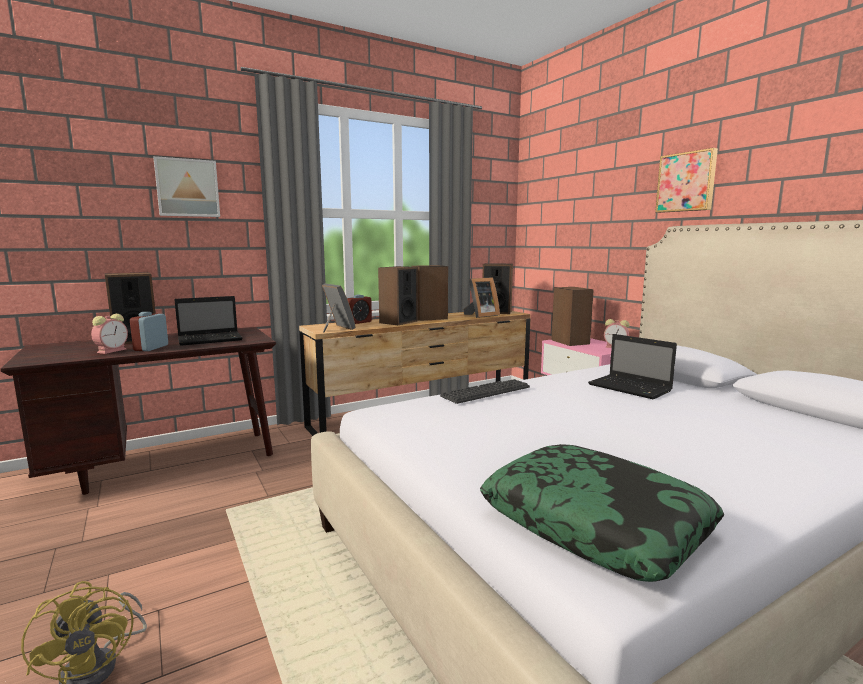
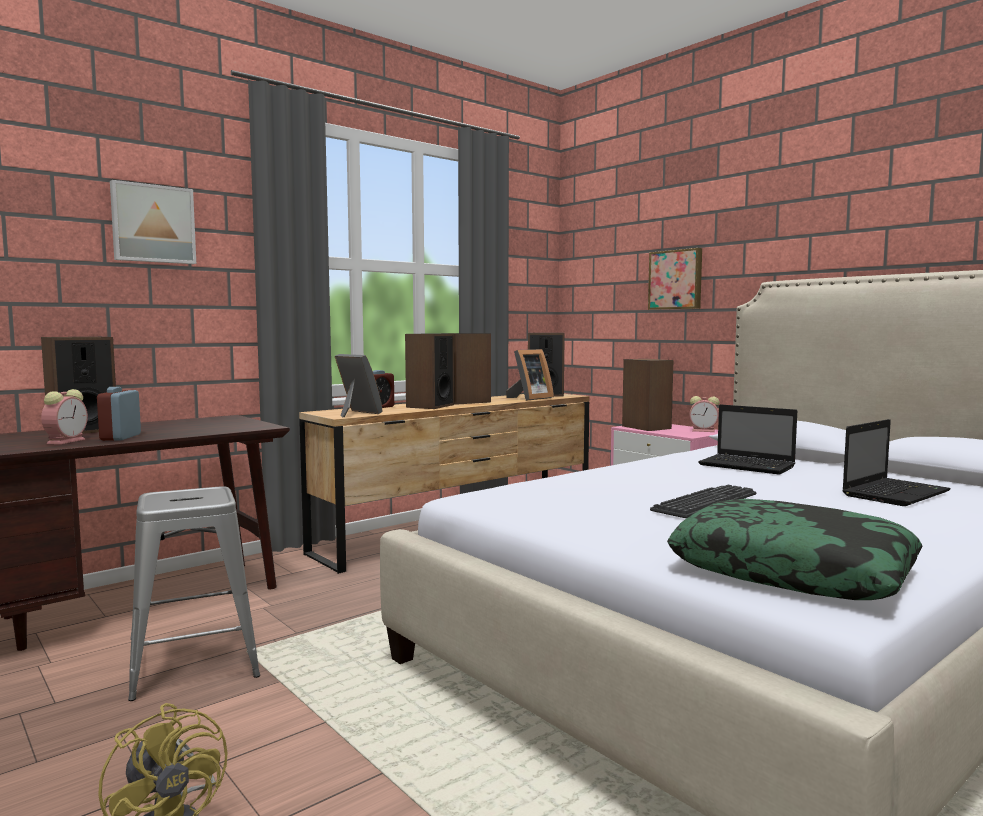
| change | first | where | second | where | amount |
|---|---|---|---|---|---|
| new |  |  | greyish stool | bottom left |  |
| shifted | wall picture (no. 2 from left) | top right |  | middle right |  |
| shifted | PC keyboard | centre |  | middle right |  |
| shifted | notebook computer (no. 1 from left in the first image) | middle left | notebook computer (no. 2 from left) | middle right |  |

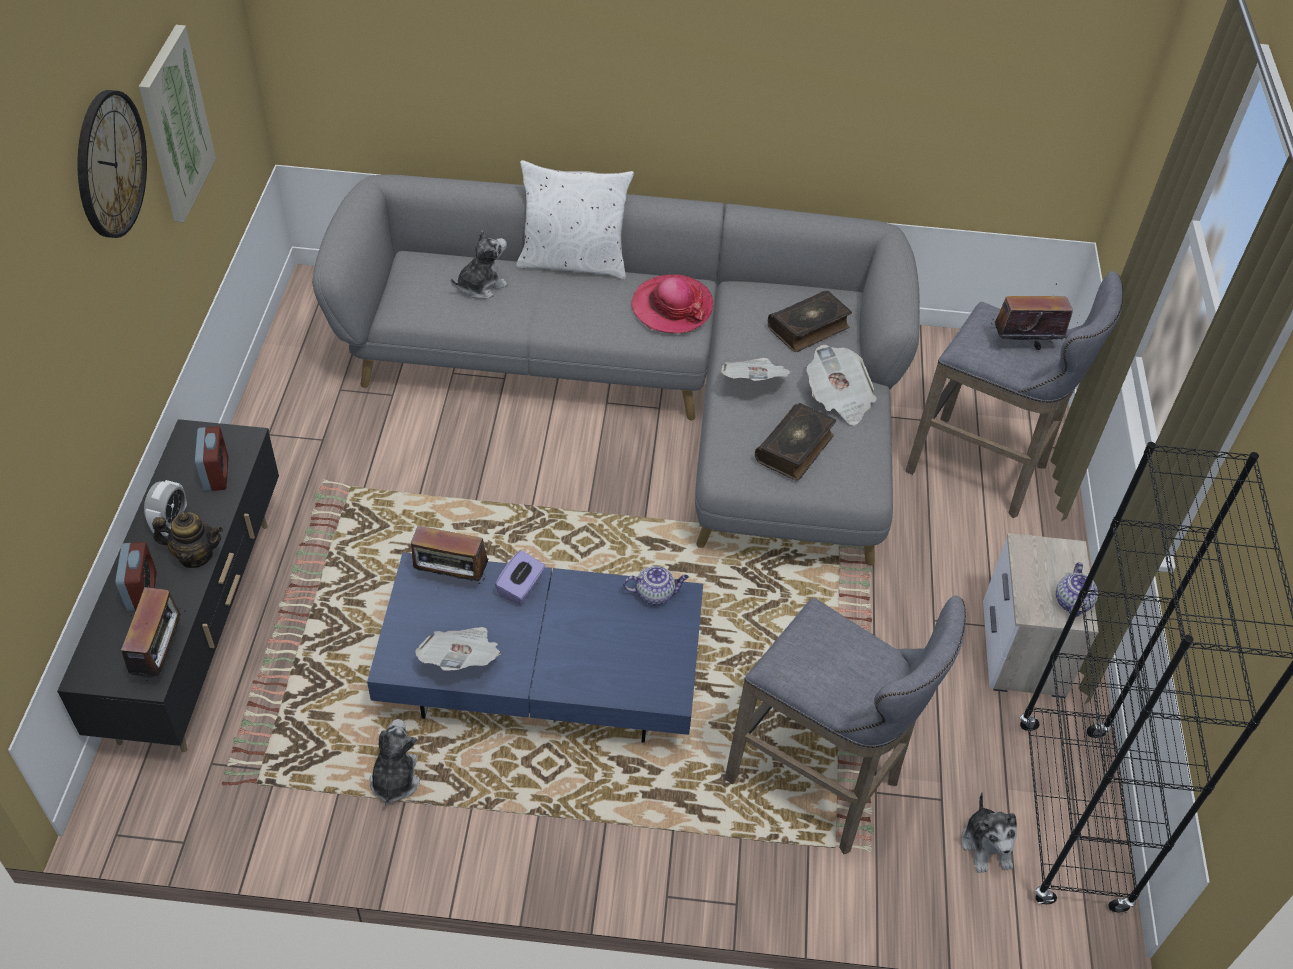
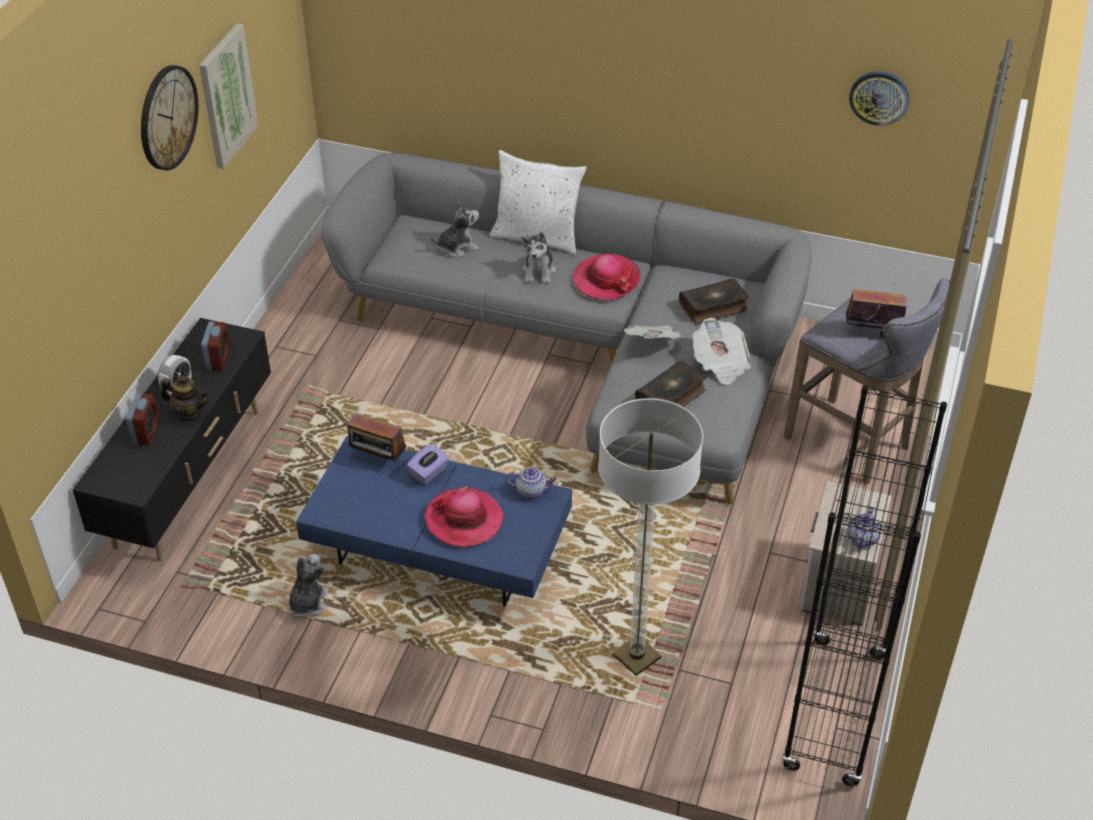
| change | first | where | second | where | amount |
|---|---|---|---|---|---|
| new |  |  | hat (no. 1 from left) | centre |  |
| shifted | plush toy (no. 3 from left) | bottom right |  | top centre |  |
| swapped | greyish stool (no. 1 from left) | bottom centre | standard lamp | centre |  |
| new |  |  | hanging clock (no. 2 from left) | top right |  |
| gone | radio receiver (no. 1 from left) | middle left |  |  |  |
| gone | daily paper (no. 1 from left) | bottom centre |  |  |  |

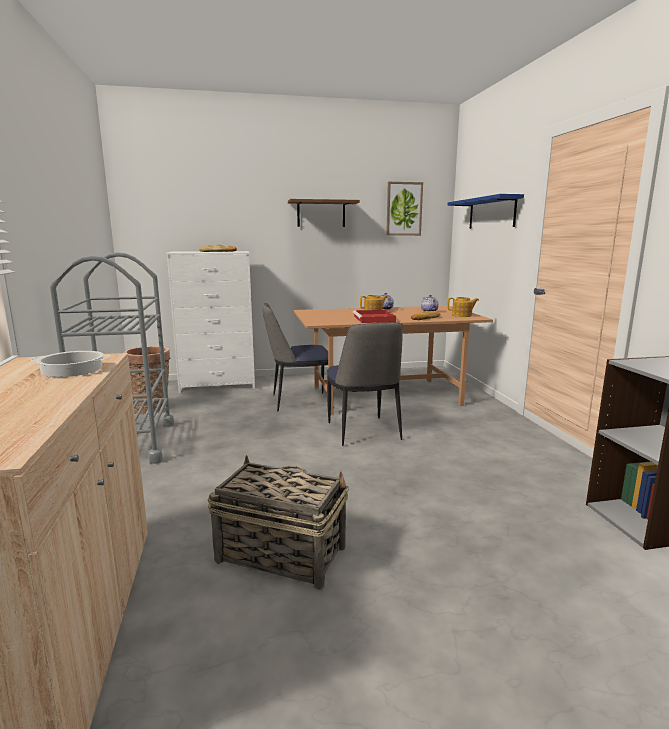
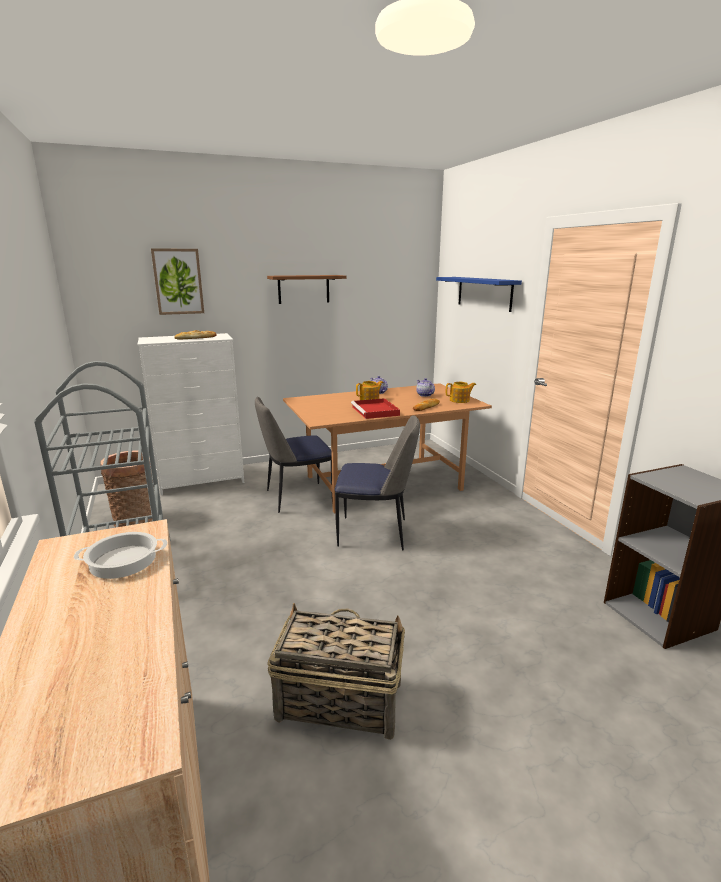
| change | first | where | second | where | amount |
|---|---|---|---|---|---|
| shifted | wall picture | top centre |  | top left |  |
| rotated | upright chair (no. 2 from left) | centre |  | centre | 60 degrees counterclockwise |

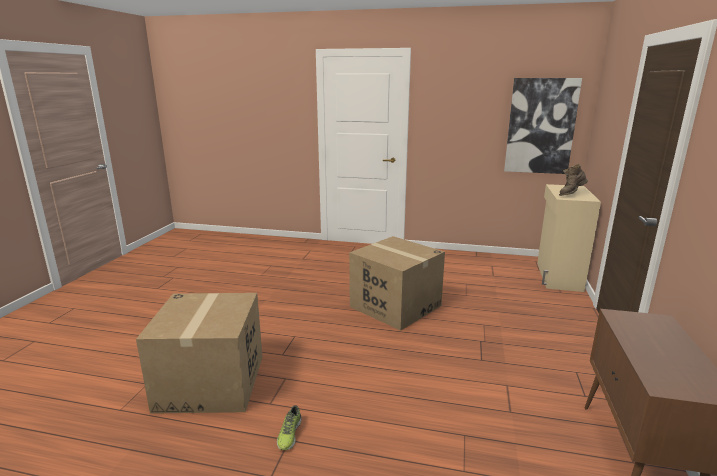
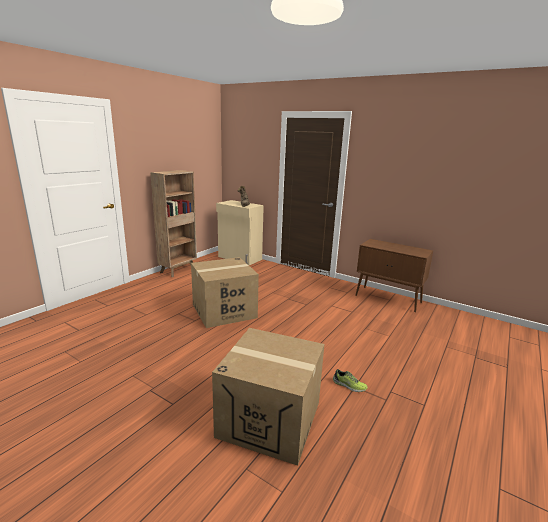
| change | first | where | second | where | amount |
|---|---|---|---|---|---|
| new |  |  | brown-coloured shelving unit | middle left |  |
| gone | wall picture | top right |  |  |  |

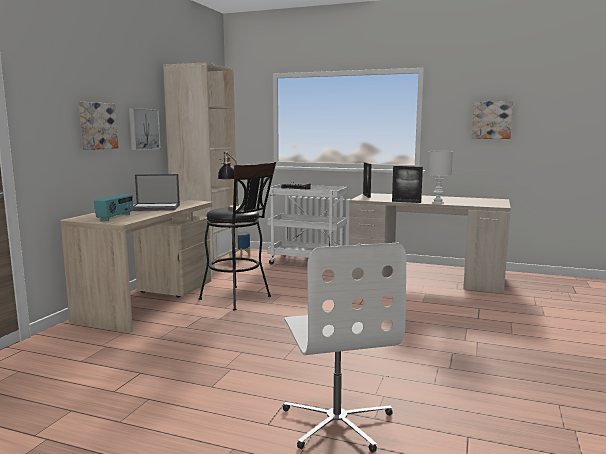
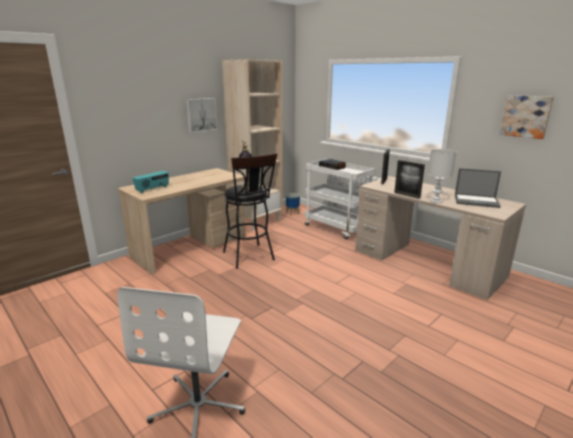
| change | first | where | second | where | amount |
|---|---|---|---|---|---|
| shifted | notebook computer | middle left |  | middle right |  |
| gone | wall picture (no. 1 from left) | top left |  |  |  |

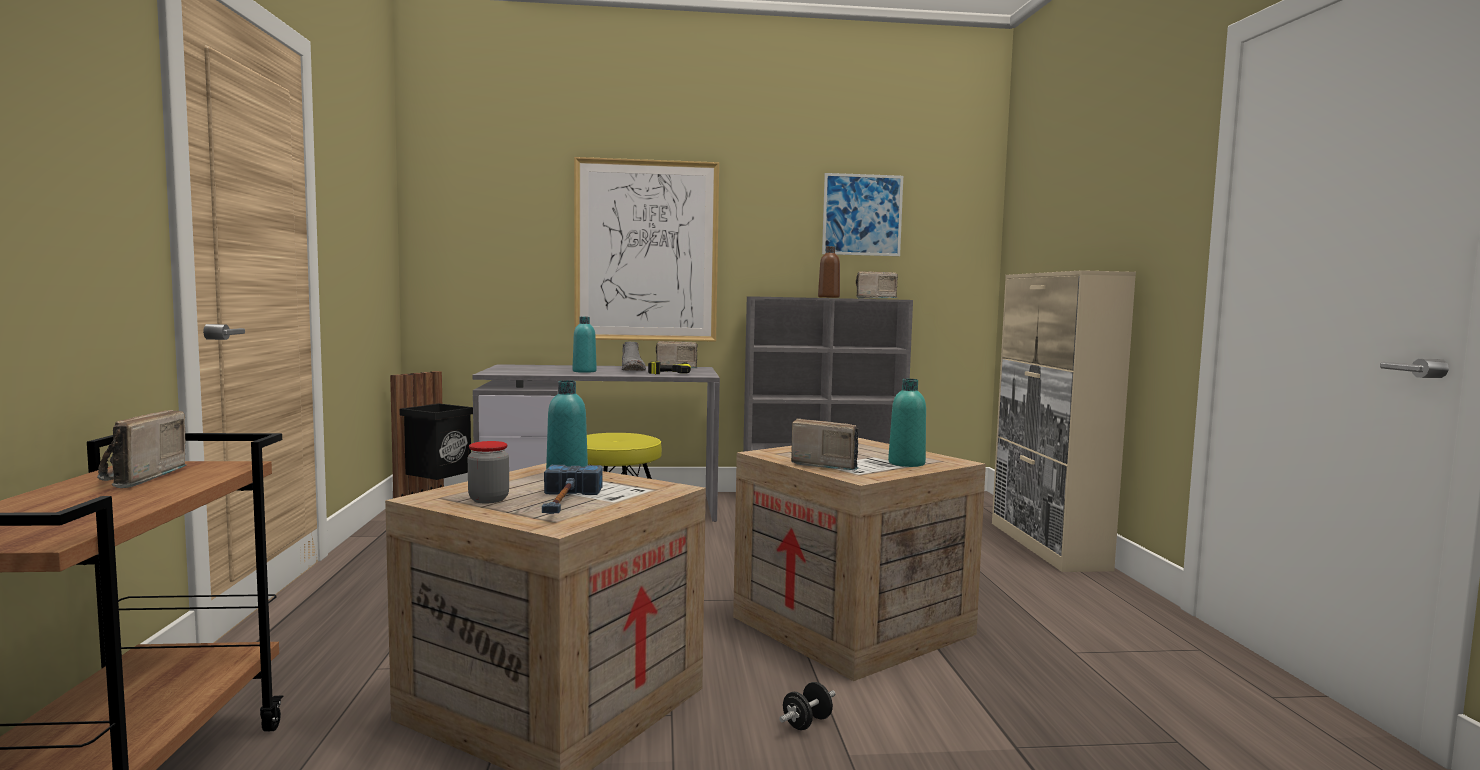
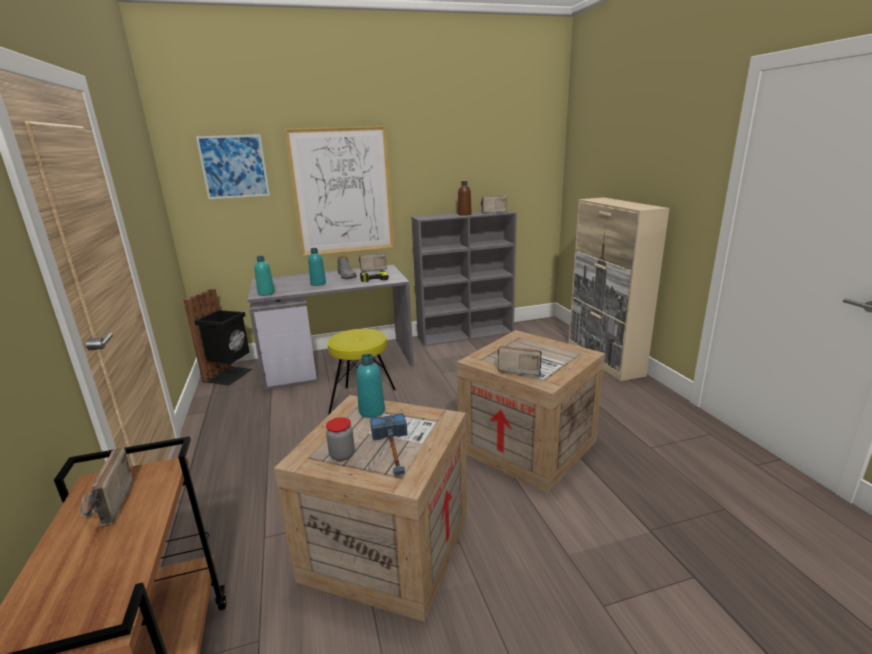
| change | first | where | second | where | amount |
|---|---|---|---|---|---|
| shifted | wall picture (no. 2 from left in the first image) | top centre | wall picture (no. 1 from left) | top left |  |
| shifted | turquoise drink bottle (no. 3 from left in the first image) | centre | turquoise drink bottle (no. 1 from left) | middle left |  |
| gone | blackish hand weight | bottom centre |  |  |  |

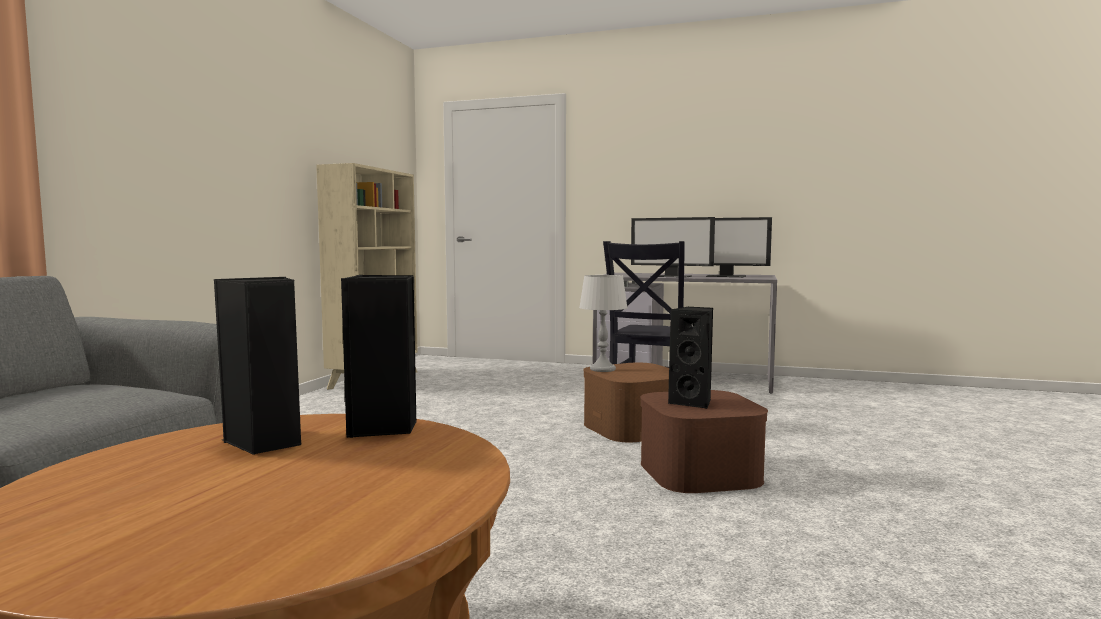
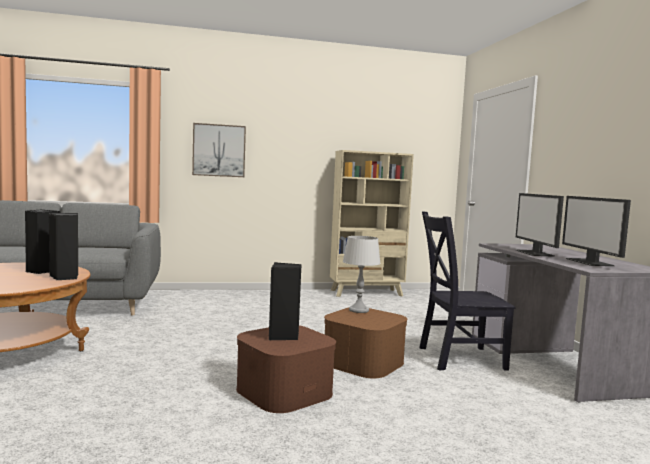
| change | first | where | second | where | amount |
|---|---|---|---|---|---|
| new |  |  | wall picture | top centre |  |

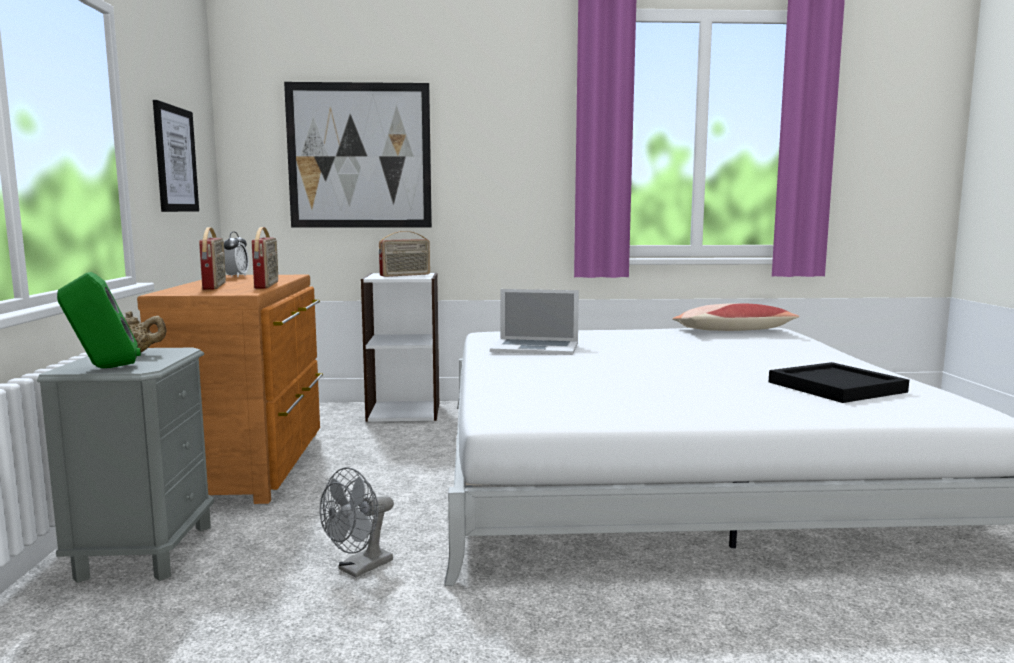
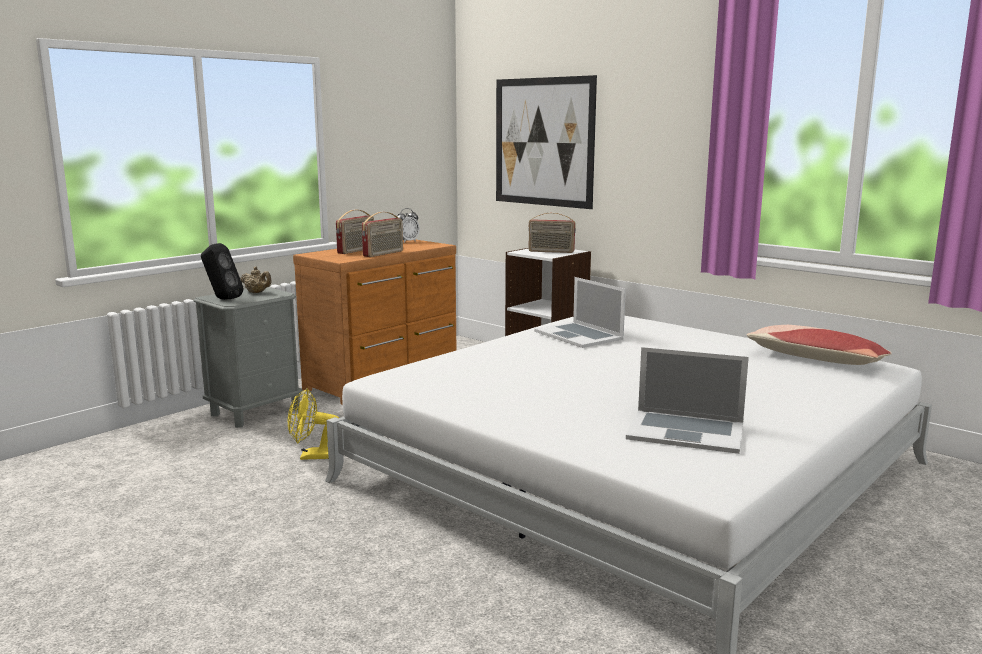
| change | first | where | second | where | amount |
|---|---|---|---|---|---|
| repainted | green-coloured speaker | middle left | blackish speaker | middle left |  |
| repainted | greyish fan | bottom centre | yellow-coloured fan | middle left |  |
| swapped | blackish serving tray | middle right | notebook computer (no. 2 from left) | middle right |  |
| gone | wall picture (no. 1 from left) | top left |  |  |  |

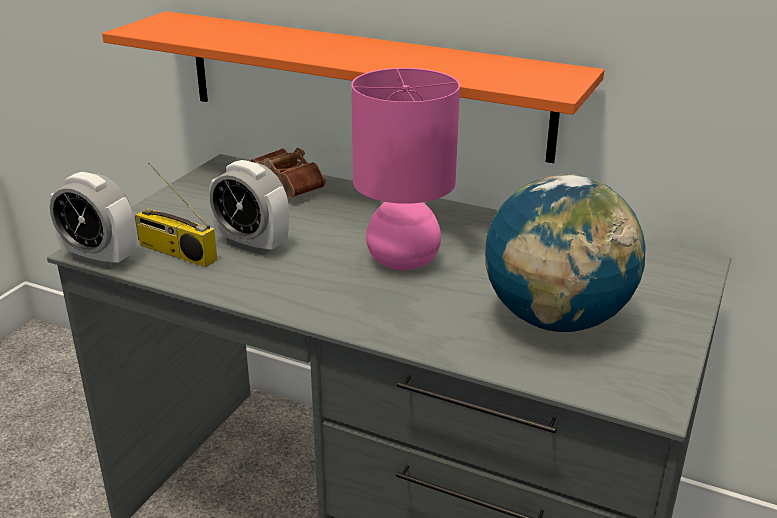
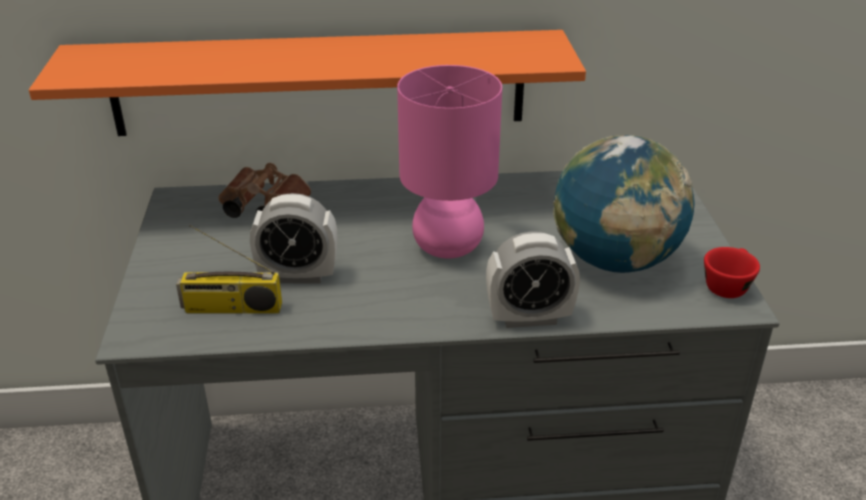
| change | first | where | second | where | amount |
|---|---|---|---|---|---|
| shifted | alarm clock (no. 1 from left in the first image) | middle left | alarm clock (no. 2 from left) | centre |  |
| new |  |  | red-coloured small cup | middle right |  |

